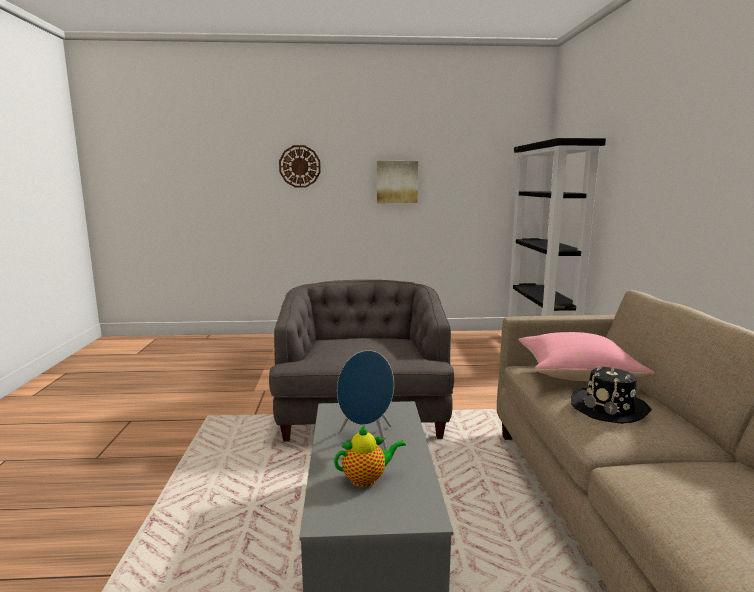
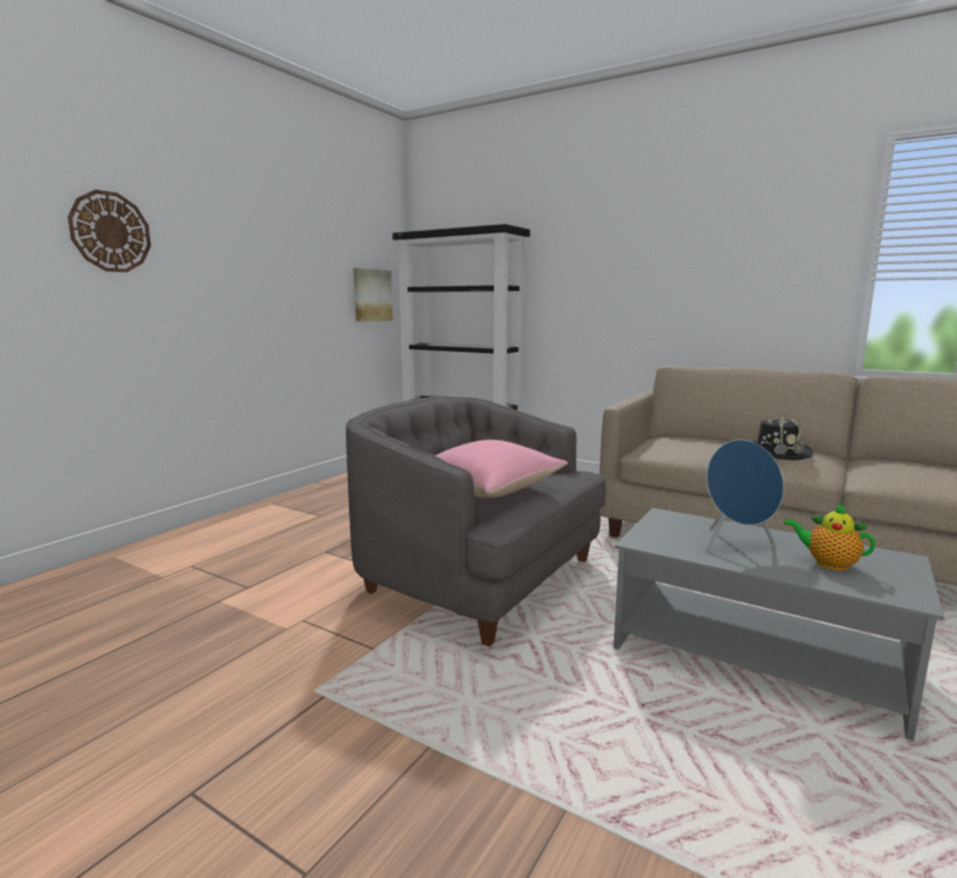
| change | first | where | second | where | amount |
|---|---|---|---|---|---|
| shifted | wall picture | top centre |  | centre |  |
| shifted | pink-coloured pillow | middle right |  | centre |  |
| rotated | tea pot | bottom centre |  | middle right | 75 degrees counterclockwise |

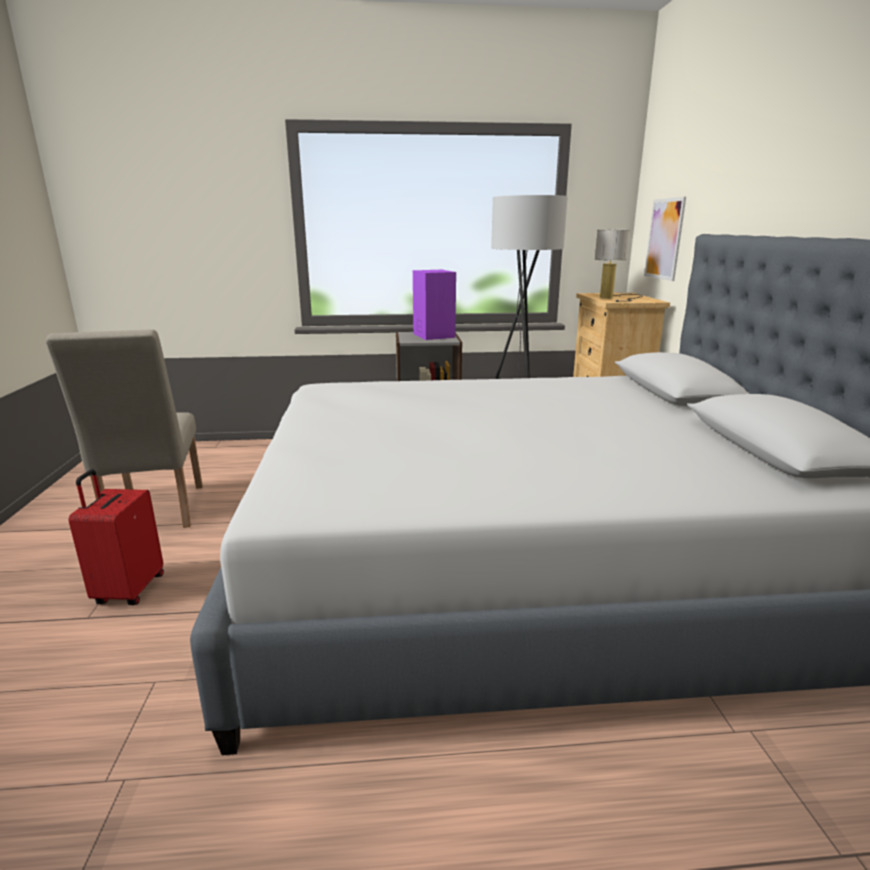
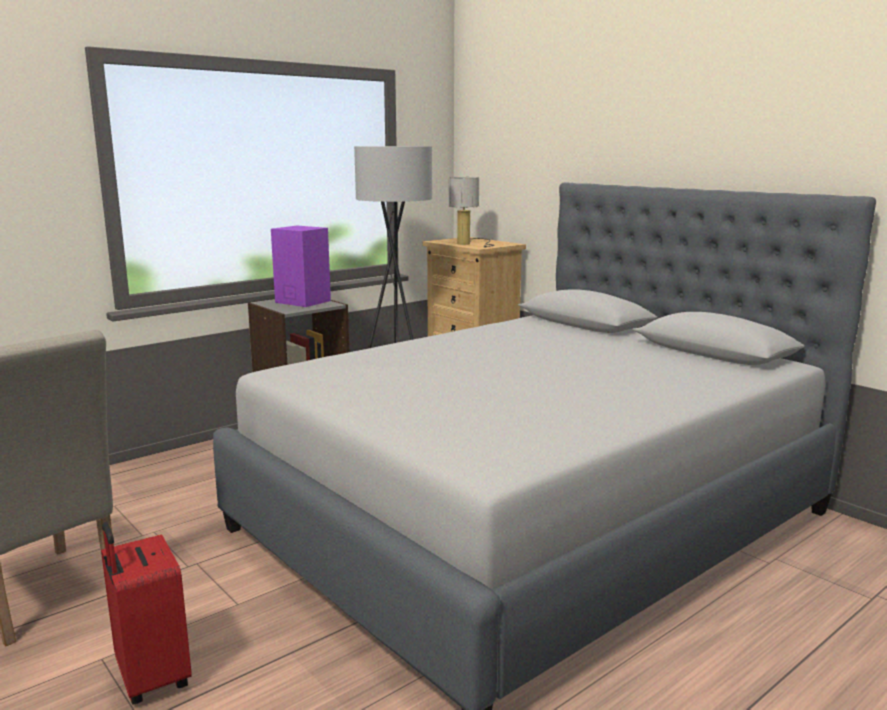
| change | first | where | second | where | amount |
|---|---|---|---|---|---|
| gone | wall picture | top right |  |  |  |

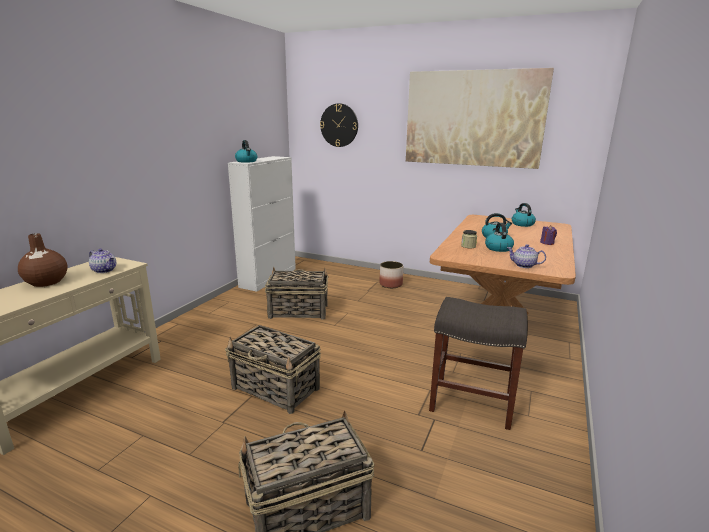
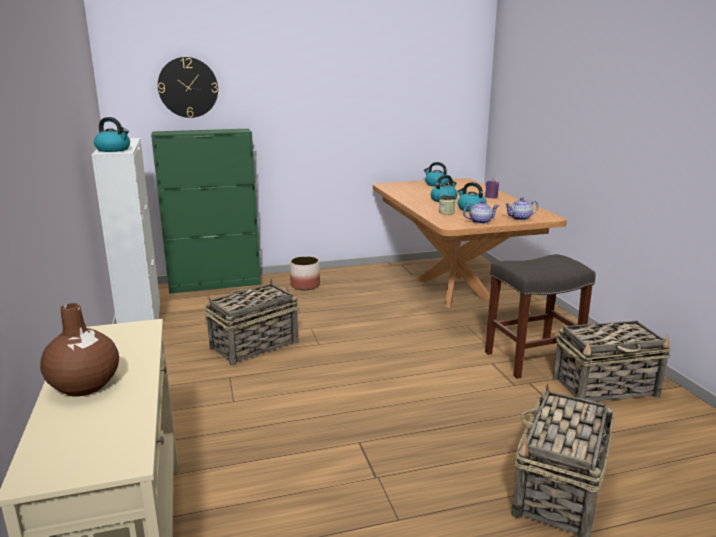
| change | first | where | second | where | amount |
|---|---|---|---|---|---|
| new |  |  | green-coloured cabinet | middle left |  |
| shifted | tea pot (no. 1 from left) | middle left |  | middle right |  |
| shifted | household basket (no. 1 from left in the first image) | bottom centre | household basket (no. 3 from left) | bottom right |  |
| gone | wall picture | top right |  |  |  |

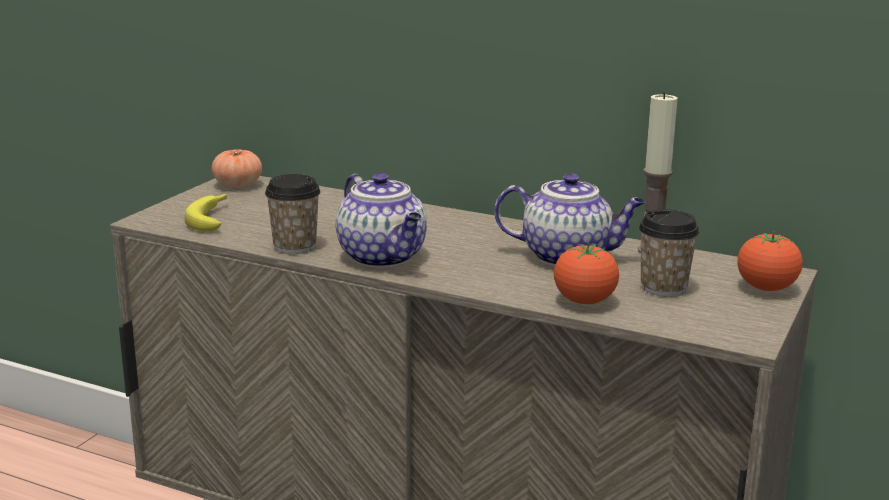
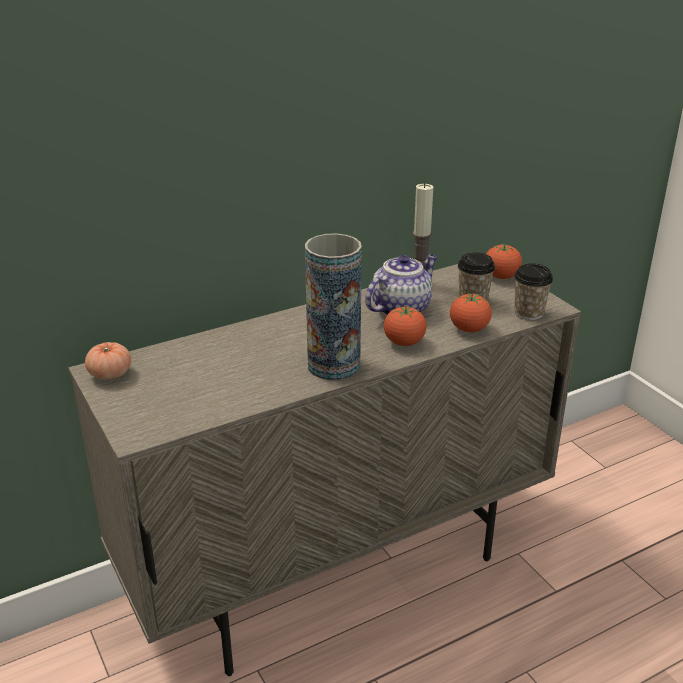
| change | first | where | second | where | amount |
|---|---|---|---|---|---|
| swapped | tea pot (no. 1 from left) | centre | vase | centre |  |
| new |  |  | tomato (no. 2 from left) | centre |  |
| shifted | small cup (no. 1 from left in the first image) | middle left | small cup (no. 2 from left) | middle right |  |
| gone | whole banana | middle left |  |  |  |

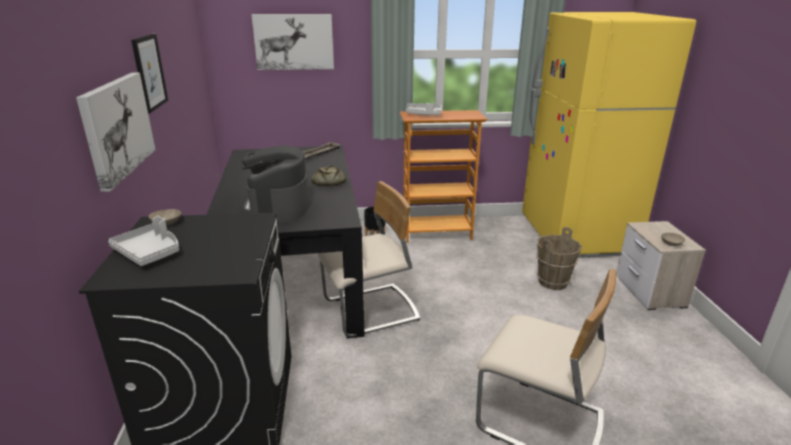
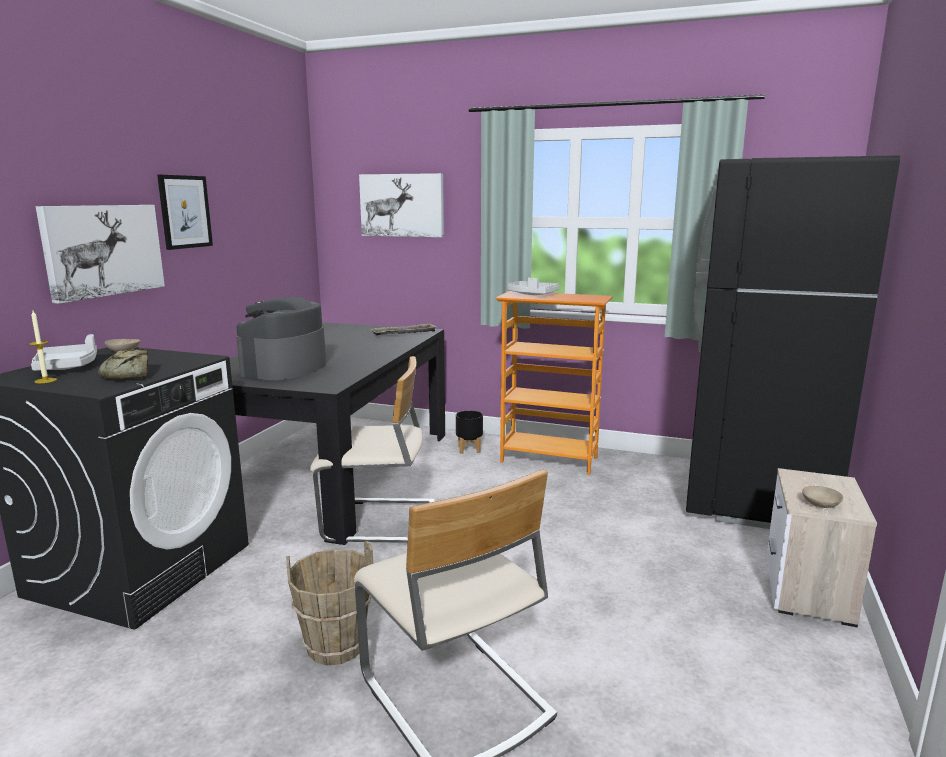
| change | first | where | second | where | amount |
|---|---|---|---|---|---|
| new |  |  | wax candle | middle left |  |
| shifted | bread | centre |  | middle left |  |
| shifted | brown-coloured bucket | middle right |  | bottom centre |  |
| repainted | yellow-coloured kitchen fridge | top right | blackish kitchen fridge | middle right |  |

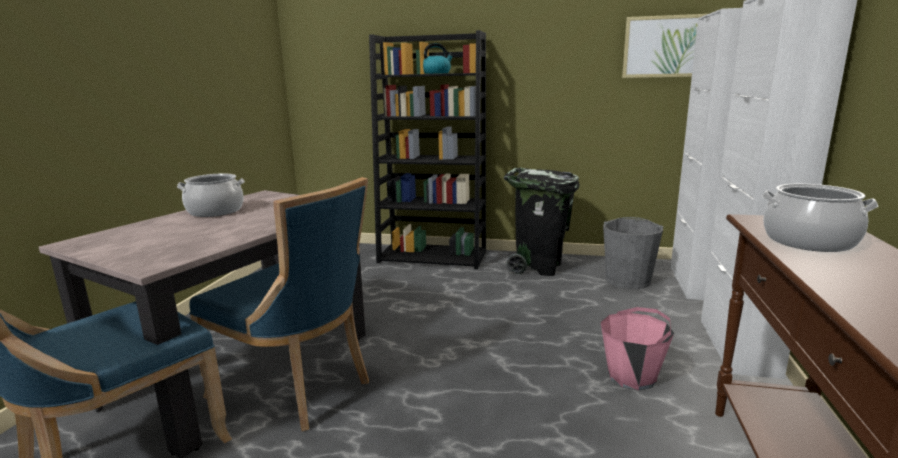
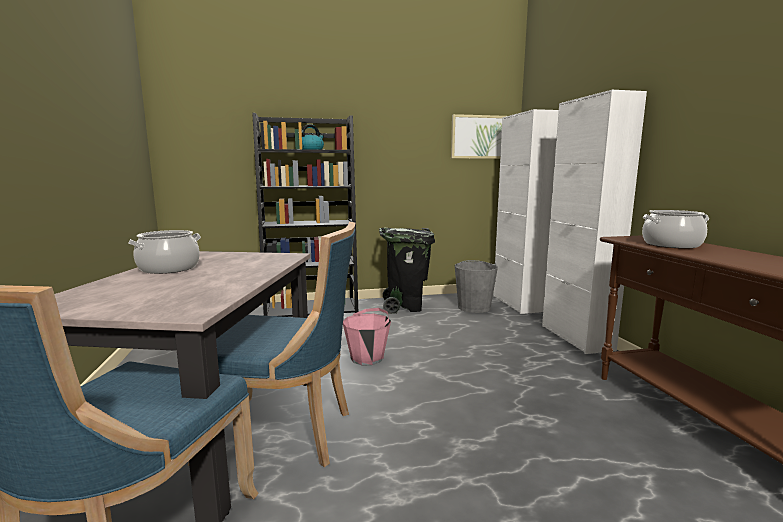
| change | first | where | second | where | amount |
|---|---|---|---|---|---|
| shifted | pink-coloured bucket | bottom right |  | centre |  |

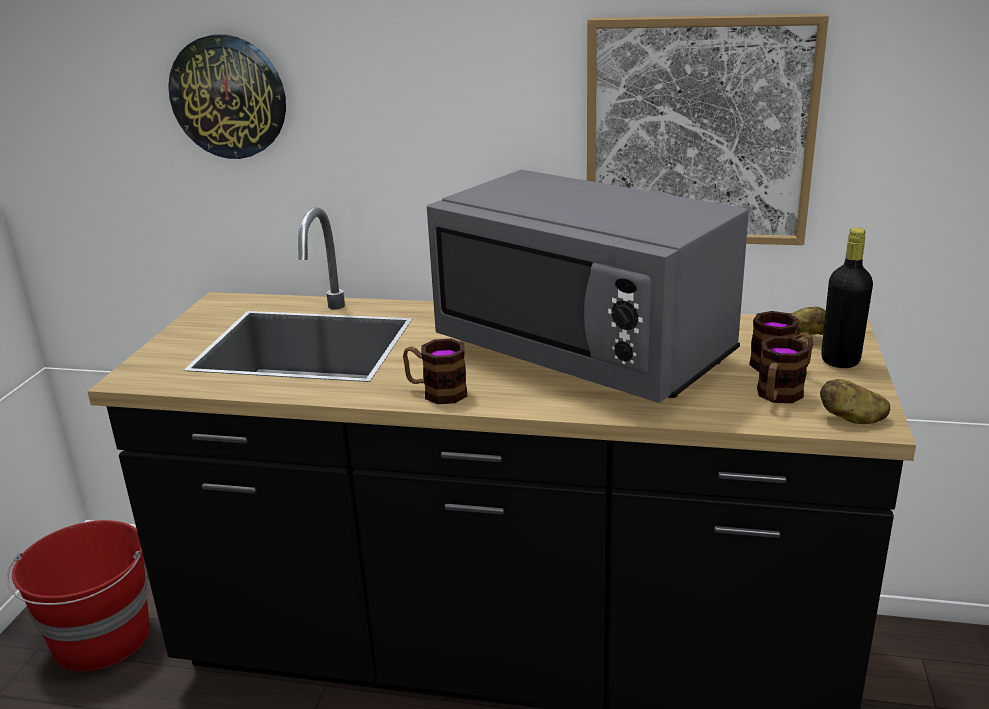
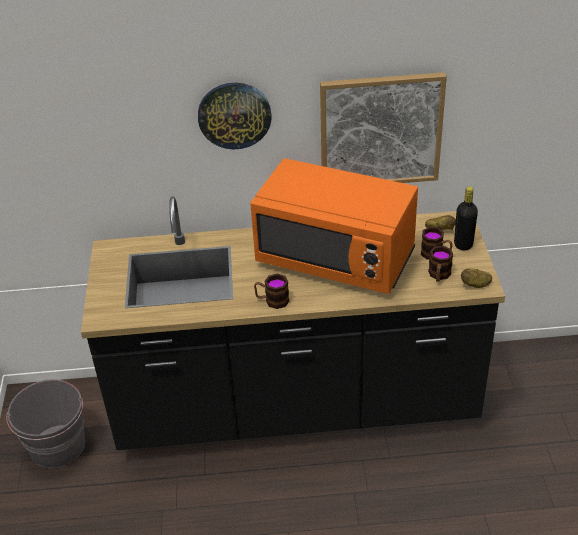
| change | first | where | second | where | amount |
|---|---|---|---|---|---|
| repainted | red-coloured bucket | bottom left | greyish bucket | bottom left |  |
| shifted | hanging clock | top left |  | top centre |  |
| repainted | greyish microwave | centre | orangey microwave | centre |  |

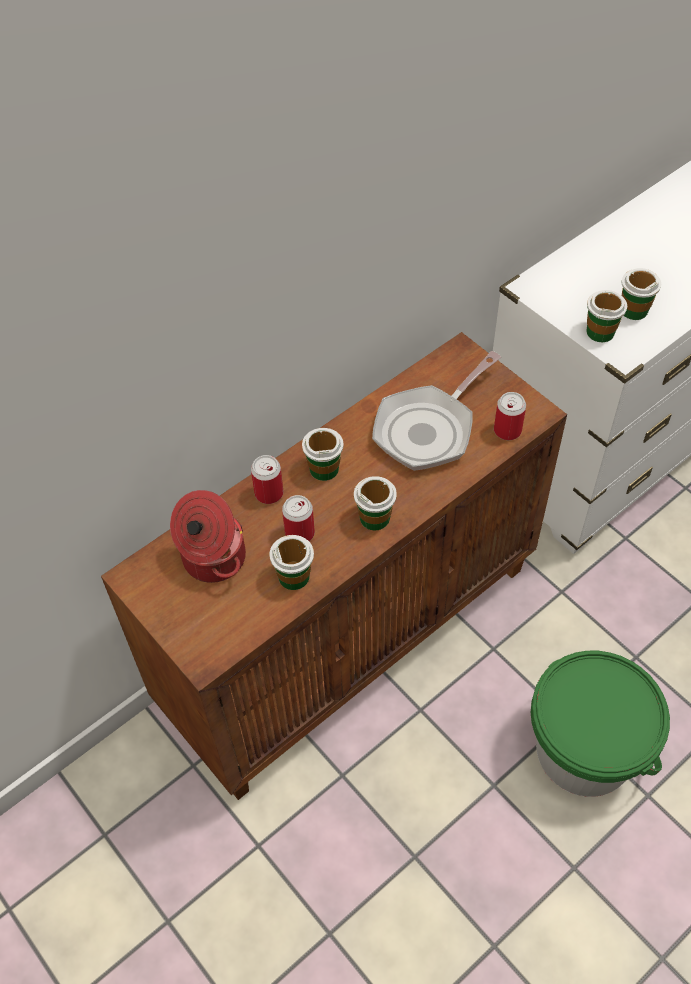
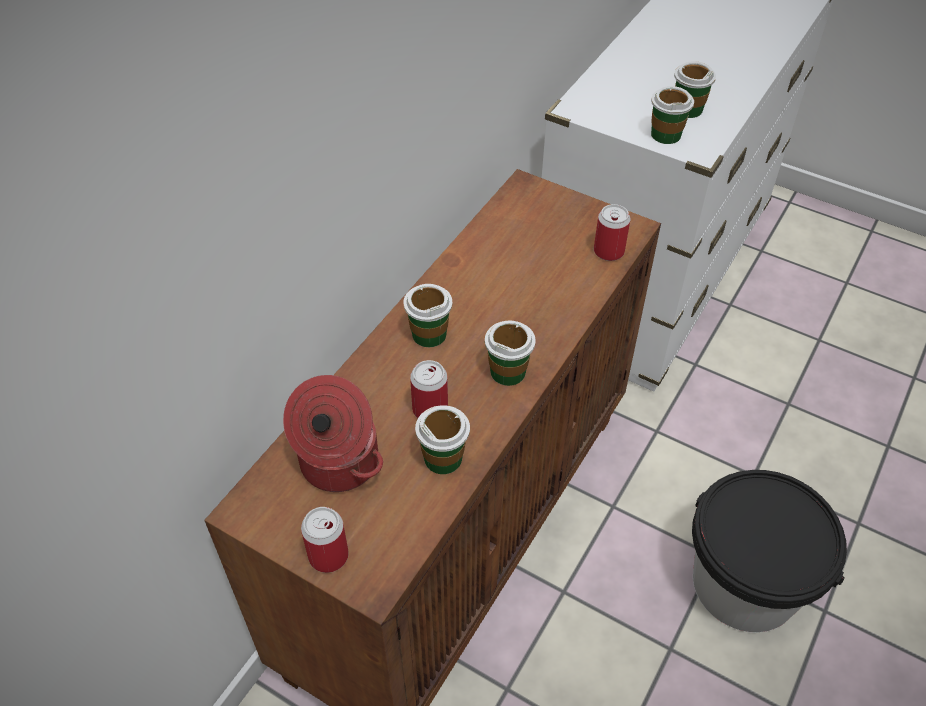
| change | first | where | second | where | amount |
|---|---|---|---|---|---|
| shifted | metal can (no. 1 from left) | centre |  | bottom centre |  |
| repainted | green-coloured bucket | bottom right | blackish bucket | bottom right |  |
| gone | pan | centre |  |  |  |

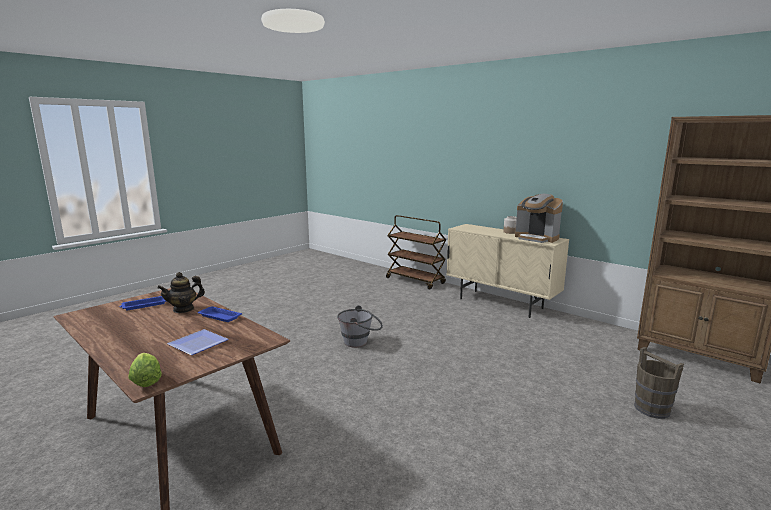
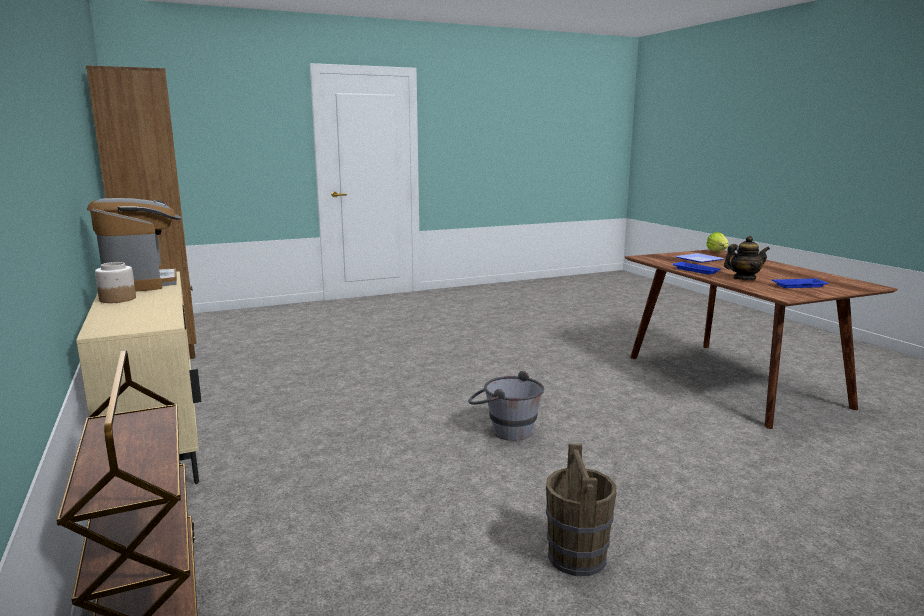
| change | first | where | second | where | amount |
|---|---|---|---|---|---|
| shifted | brown-coloured bucket | bottom right |  | bottom centre |  |

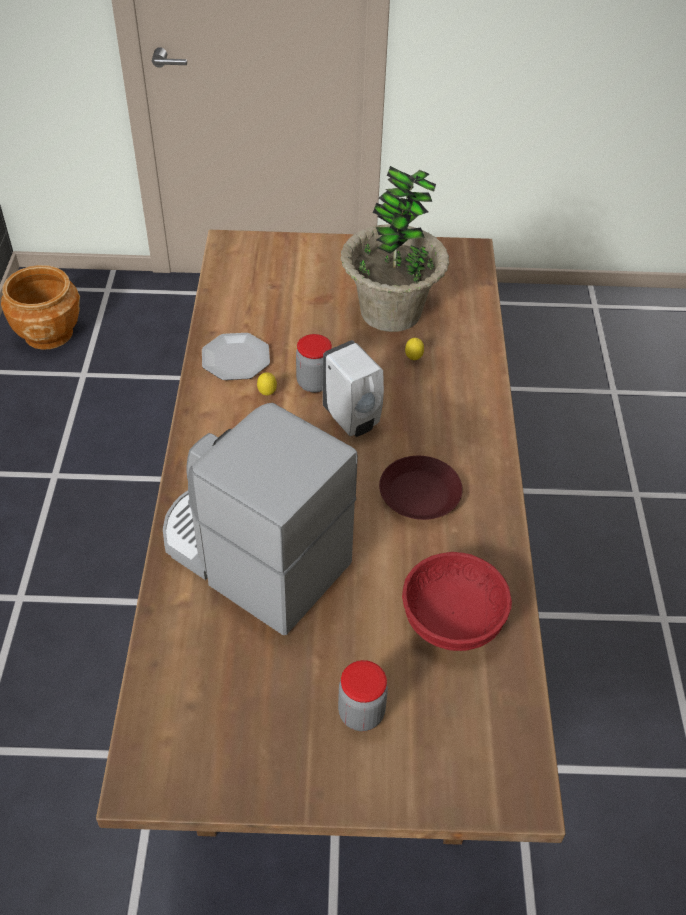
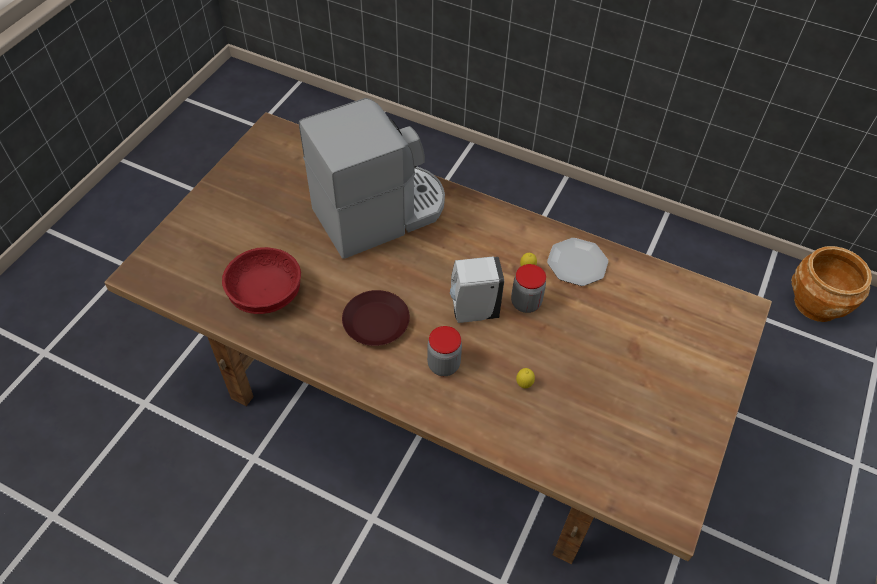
| change | first | where | second | where | amount |
|---|---|---|---|---|---|
| shifted | jar (no. 2 from left in the first image) | bottom centre | jar (no. 1 from left) | centre |  |
| gone | plant in a pot | top centre |  |  |  |

